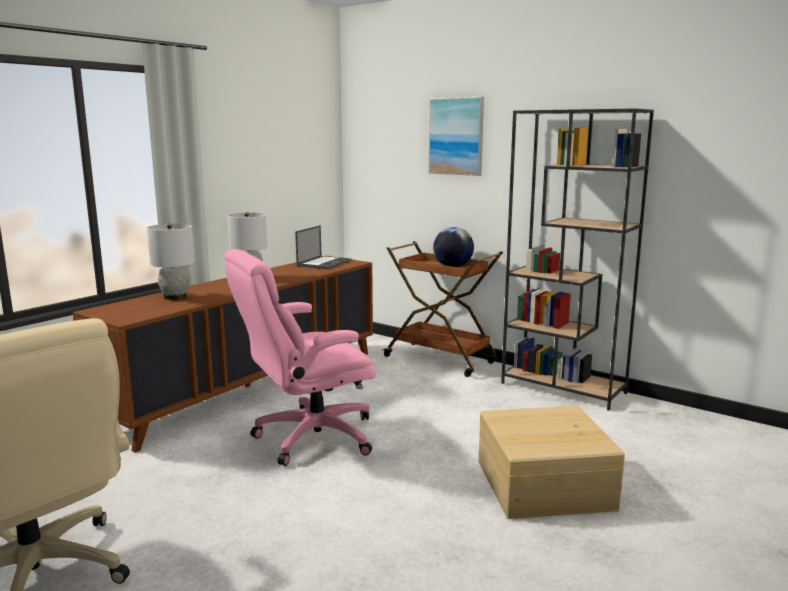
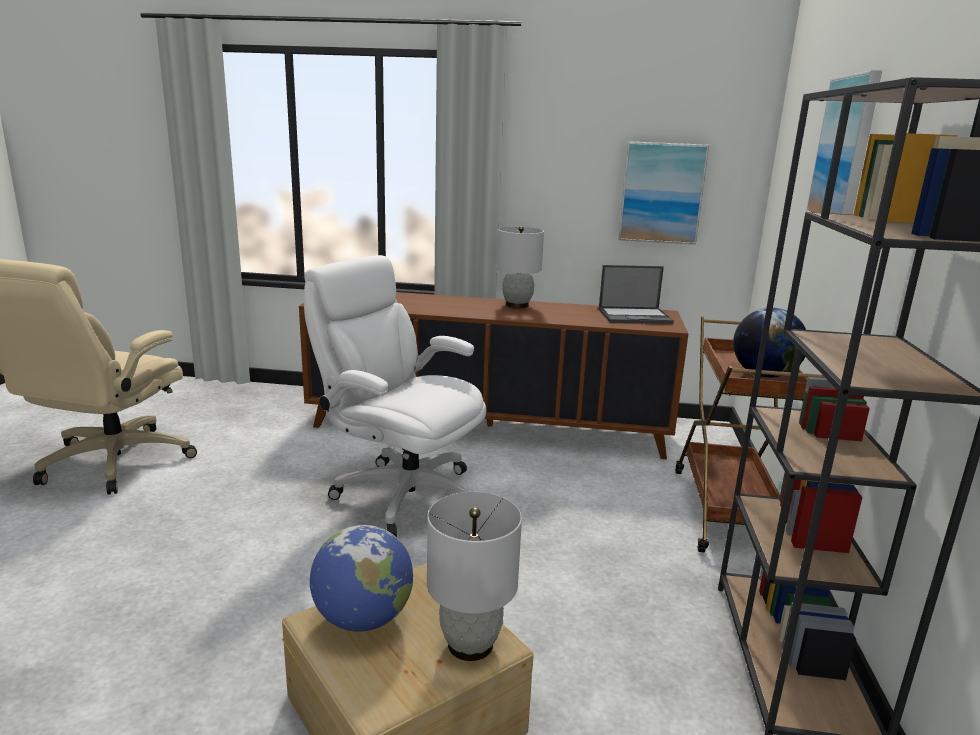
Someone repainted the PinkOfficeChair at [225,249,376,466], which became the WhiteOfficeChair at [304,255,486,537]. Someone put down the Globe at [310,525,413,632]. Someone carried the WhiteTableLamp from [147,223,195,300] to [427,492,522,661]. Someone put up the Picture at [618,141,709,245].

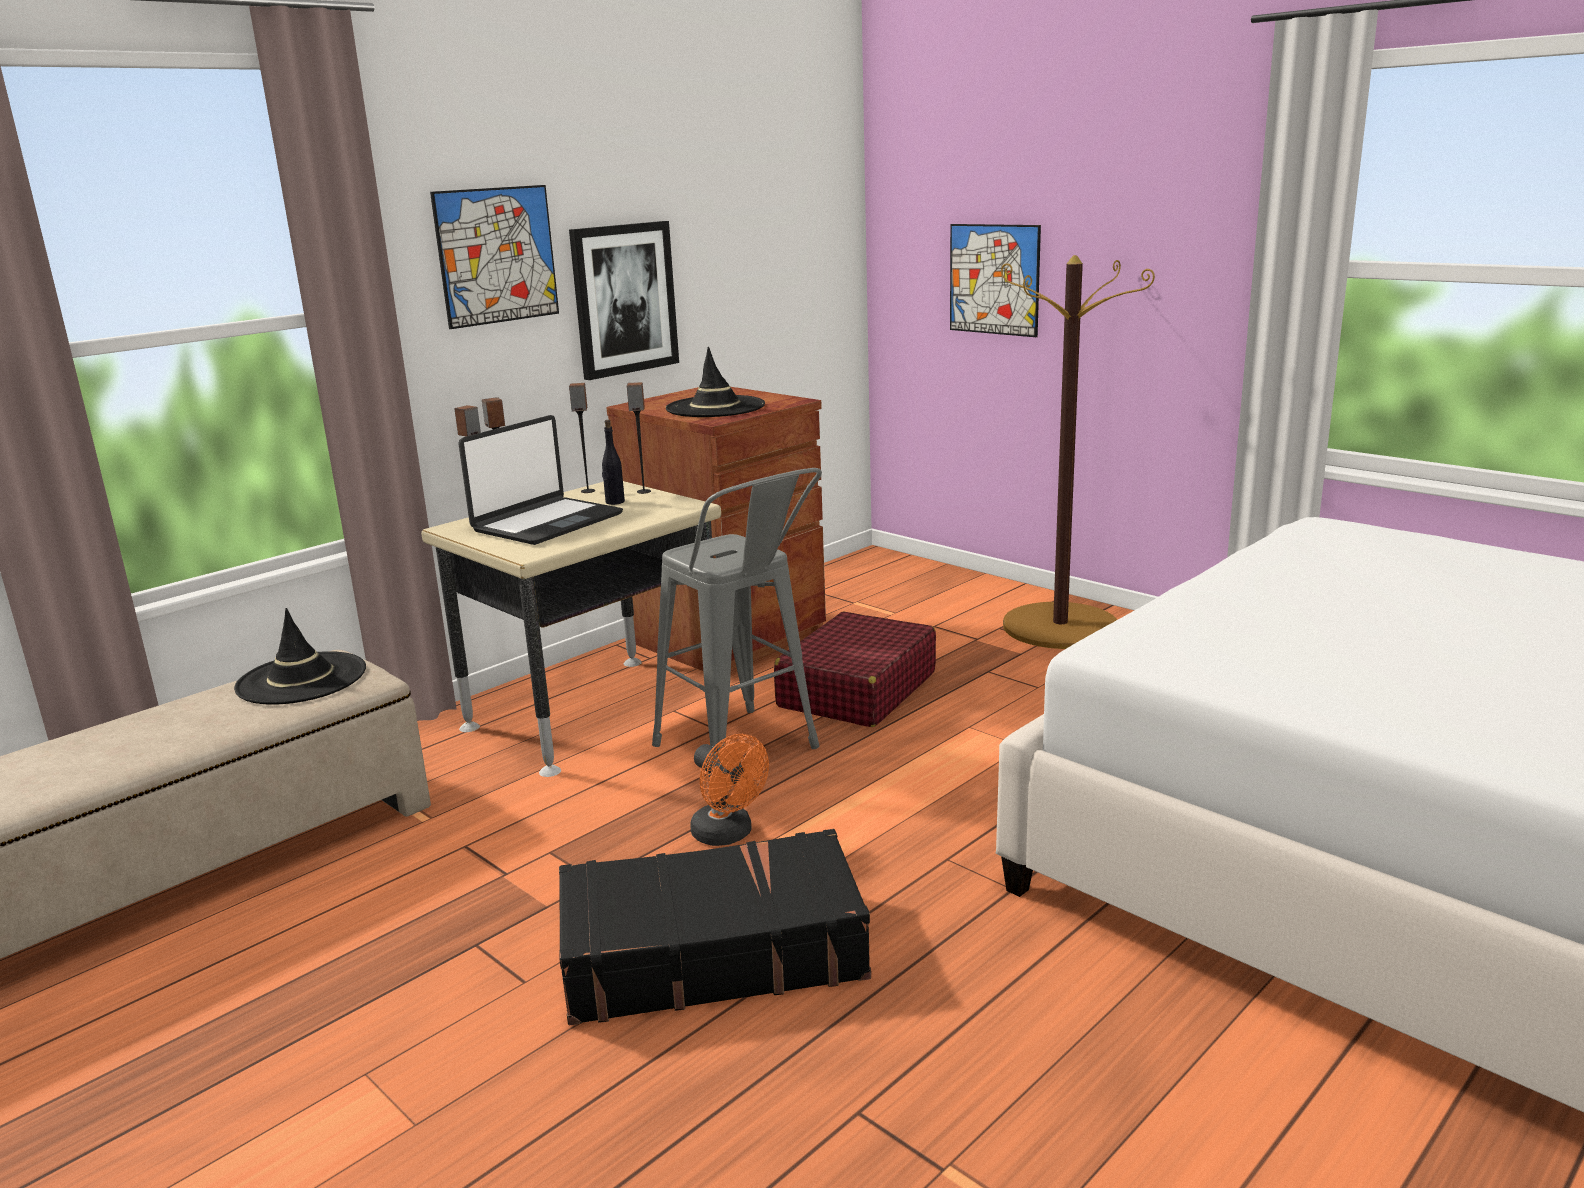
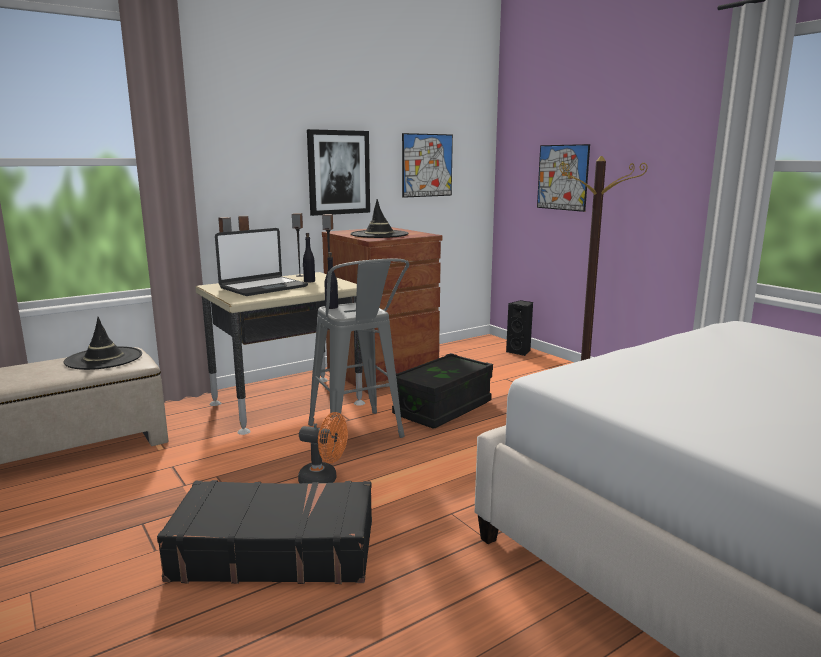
Someone rotated the OrangeFan at [690,734,769,846] by 45 degrees counterclockwise. Someone put down the BlackBottle at [324,252,338,309]. Someone swapped the RedSuitcase at [774,612,936,727] for the BlackStorageBox at [392,353,493,428]. Someone carried the Picture from [430,185,559,329] to [402,133,453,198]. Someone put down the BlackSpeaker at [506,300,533,356].

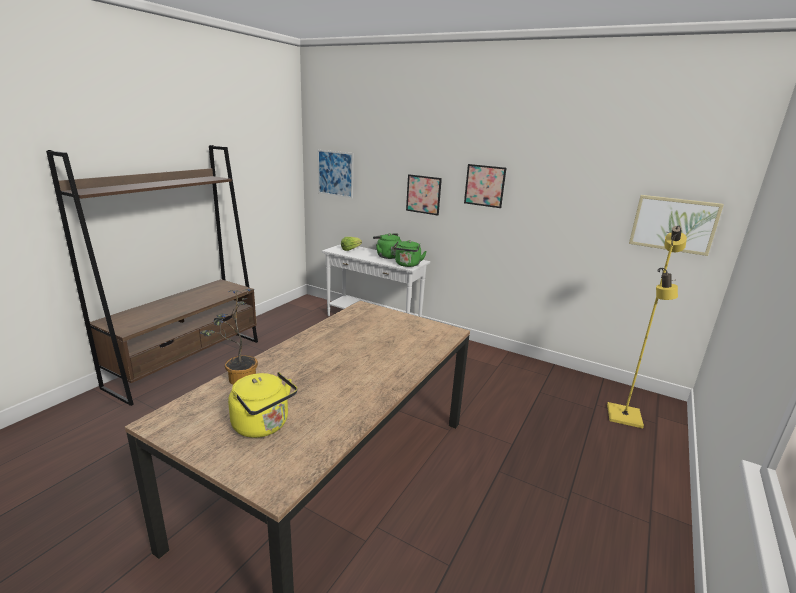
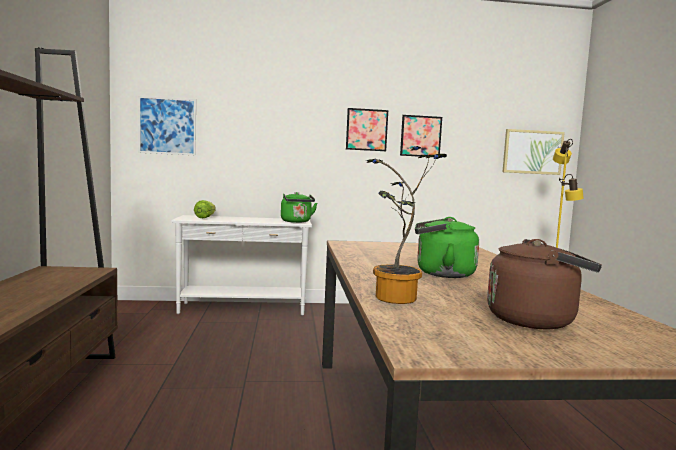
Someone carried the Picture from [406,174,442,215] to [400,115,442,157]. Someone carried the GreenKettle from [373,233,402,259] to [415,217,479,278]. Someone repainted the YellowKettle at [228,372,297,438], which became the BrownKettle at [487,239,602,329].

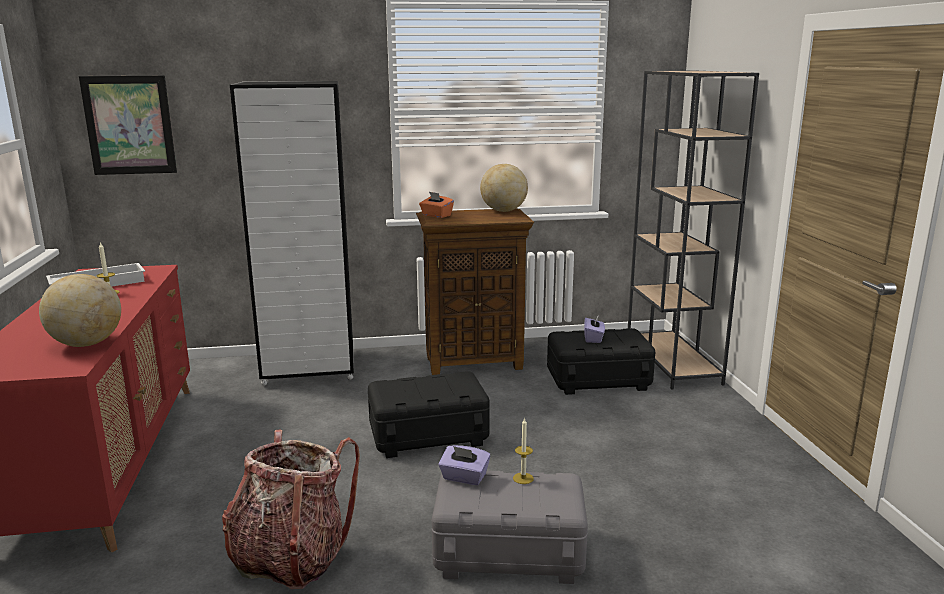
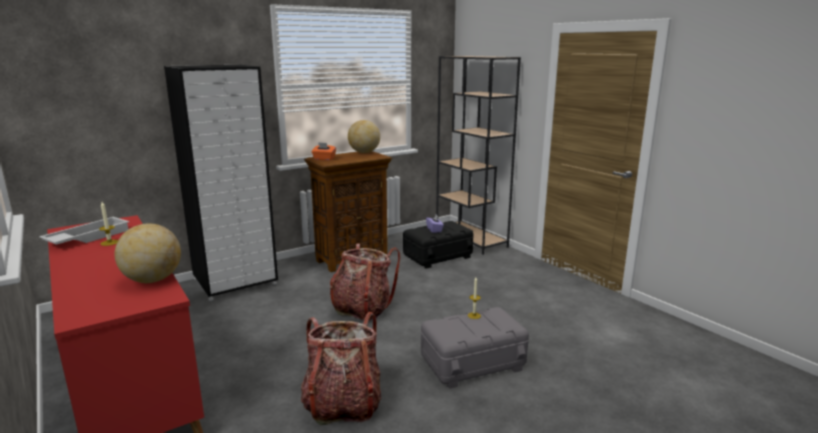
Someone swapped the BlackStorageBox at [368,371,490,458] for the Backpack at [330,243,400,321]. Someone took away the Picture at [79,75,177,175]. Someone took away the PurpleTissueBox at [438,445,491,485].

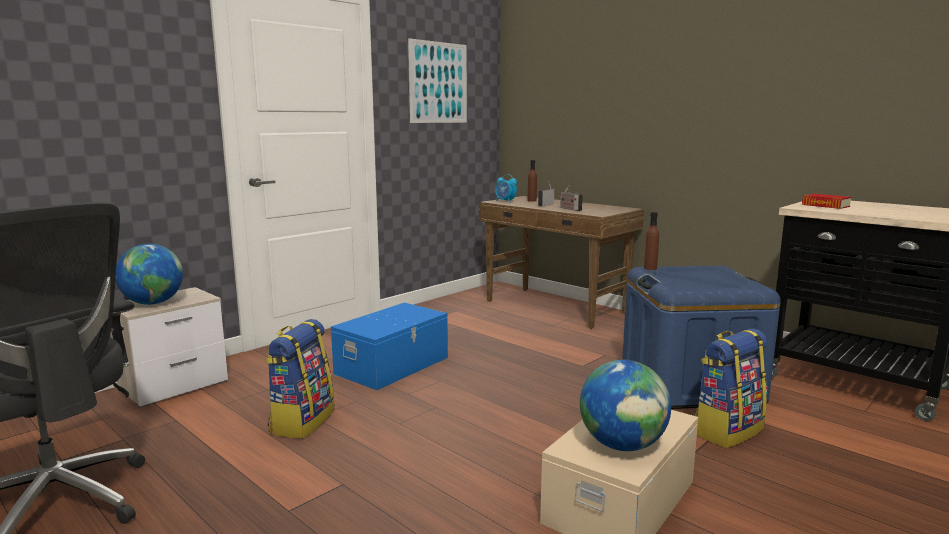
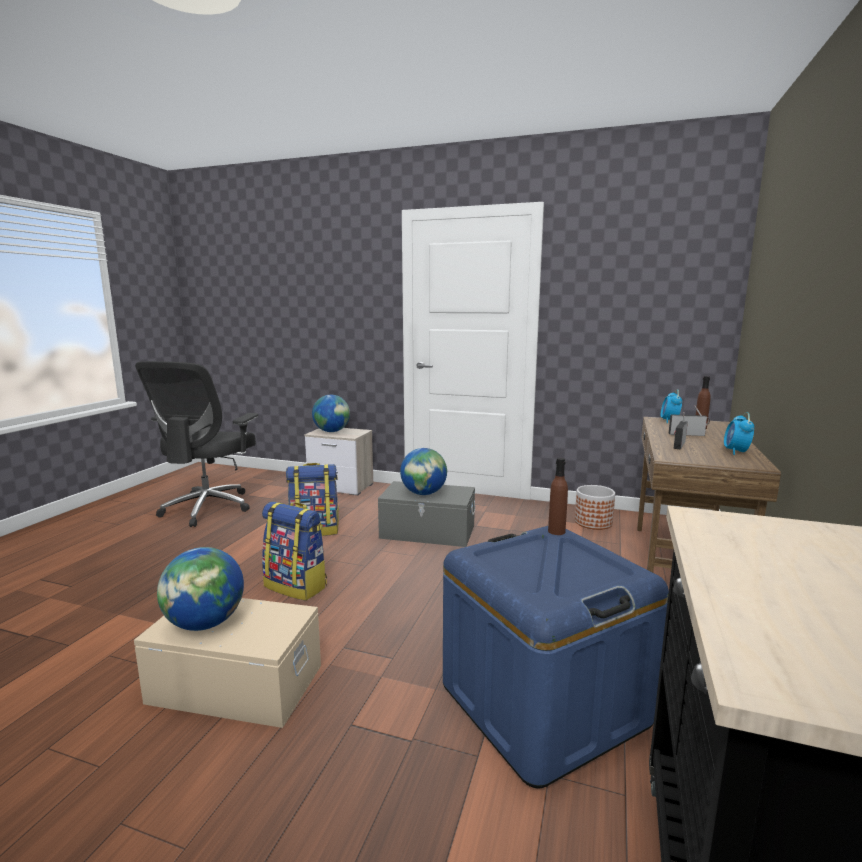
Someone carried the Backpack from [695,329,767,448] to [262,502,327,601]. Someone repainted the BlueStorageBox at [331,303,448,390], which became the GreyStorageBox at [378,481,475,547]. Someone put down the Globe at [400,448,447,495]. Someone put down the Planter at [575,485,615,530]. Someone put down the AlarmClock at [724,412,754,455]. Someone took away the Picture at [408,38,467,123]. Someone took away the Book at [802,194,851,209].

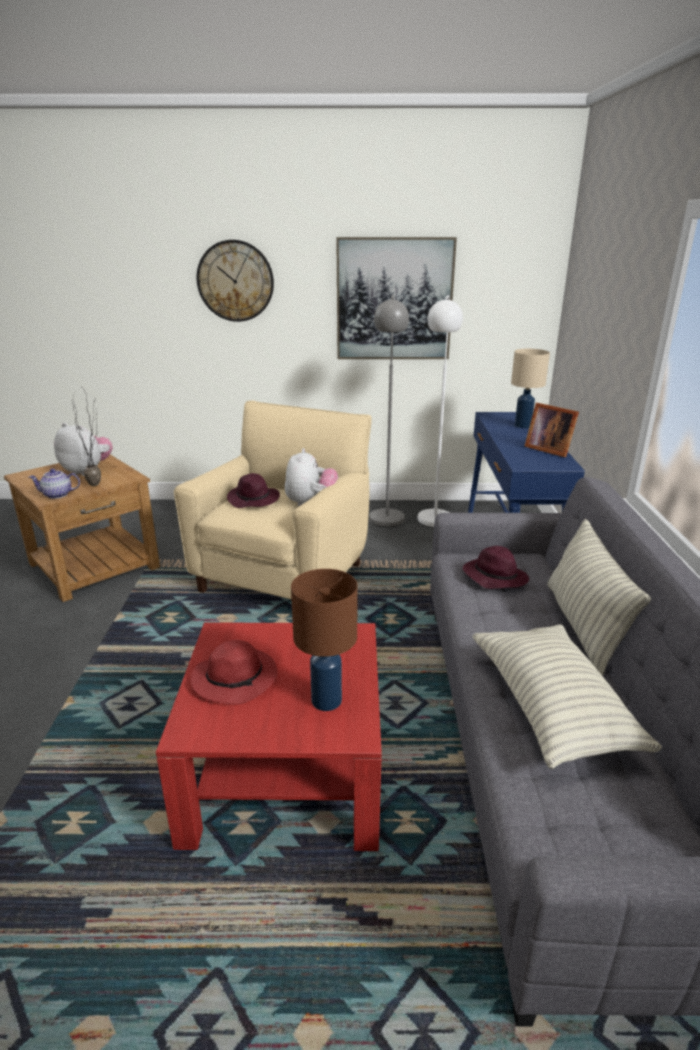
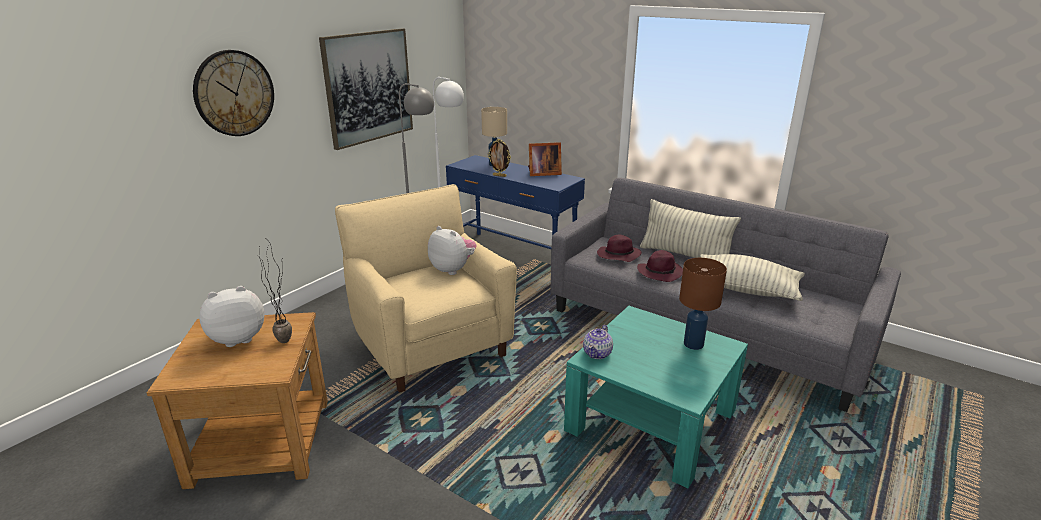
Someone put down the PictureFrame at [488,139,511,177]. Someone repainted the RedCoffeeTable at [156,622,382,851], which became the TurquoiseCoffeeTable at [564,306,748,488]. Someone carried the Teapot from [29,469,80,499] to [583,325,613,359]. Someone carried the PurpleHat from [227,473,280,508] to [637,250,683,282]. Someone took away the RedHat at [191,640,278,704].

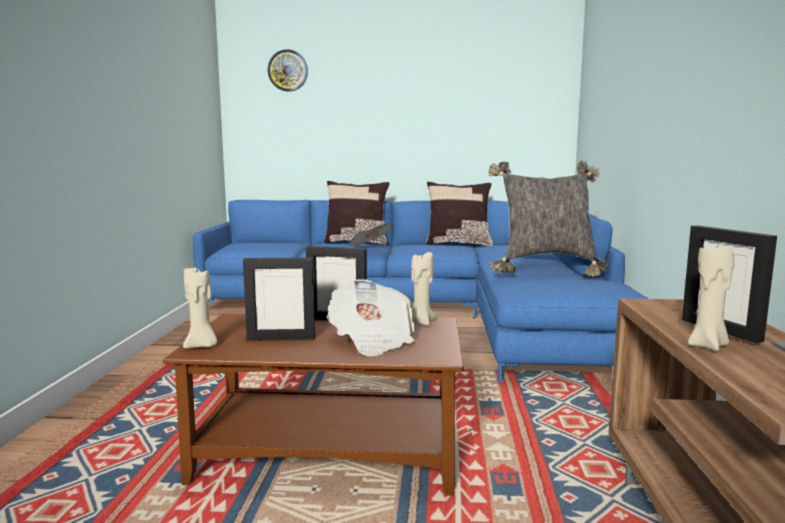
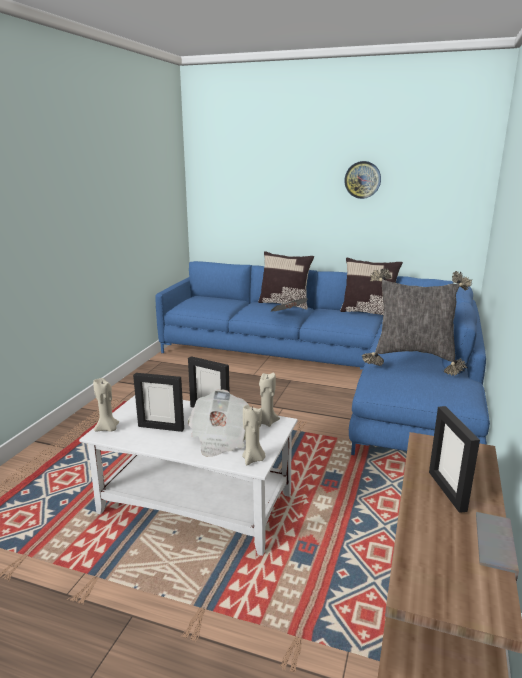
Someone repainted the BrownCoffeeTable at [163,313,464,496], which became the WhiteCoffeeTable at [79,395,298,556]. Someone carried the BeigeCandle from [688,243,734,351] to [242,405,266,465]. Someone carried the WallClock from [268,49,308,92] to [344,161,381,199].

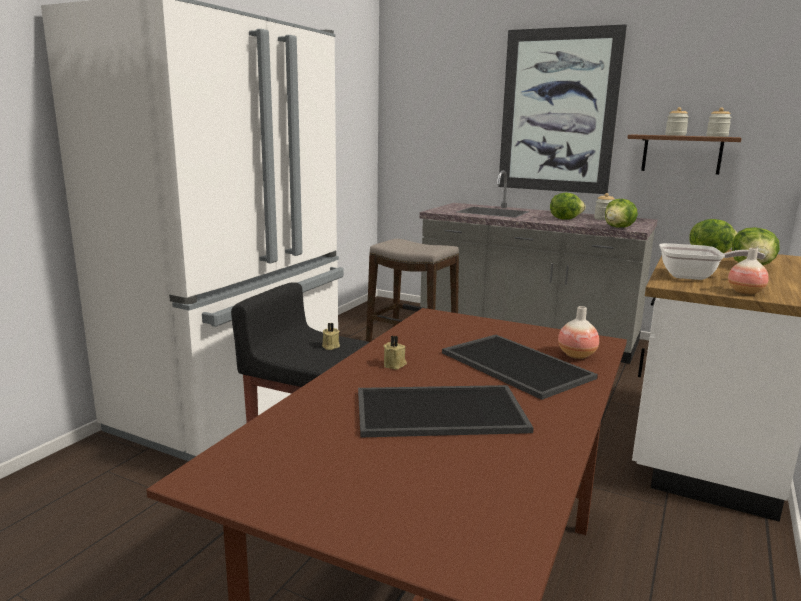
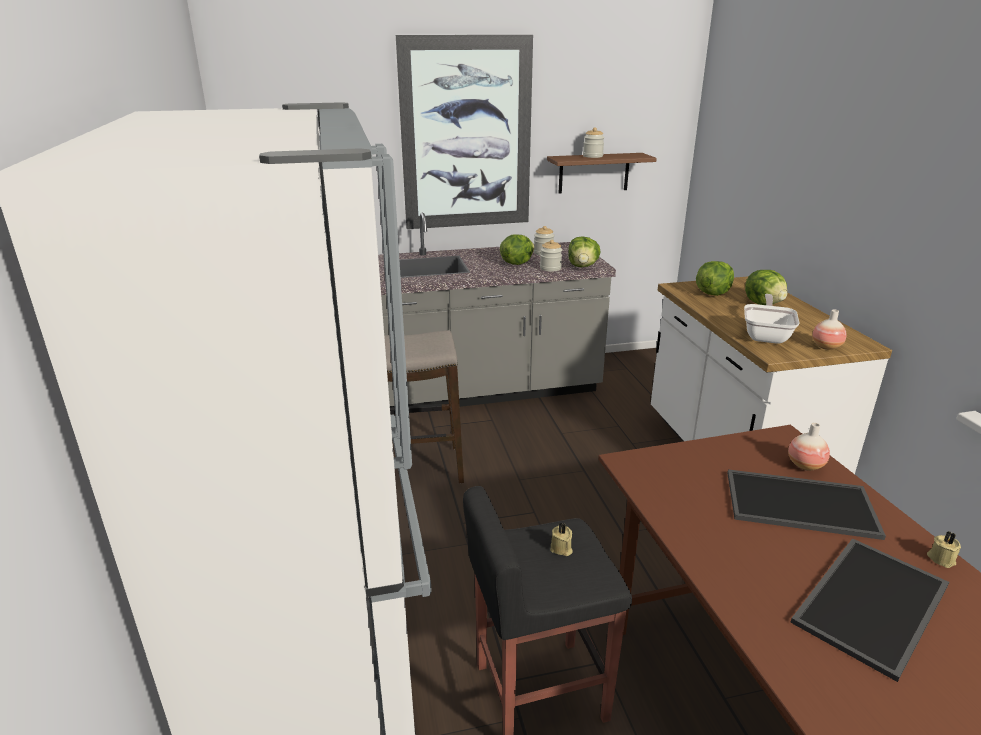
Someone carried the Jar from [706,108,732,137] to [540,240,562,272]. Someone rotated the FryingPan at [659,243,765,280] by 45 degrees counterclockwise. Someone carried the BeigeCandle from [384,336,407,369] to [927,531,961,568].

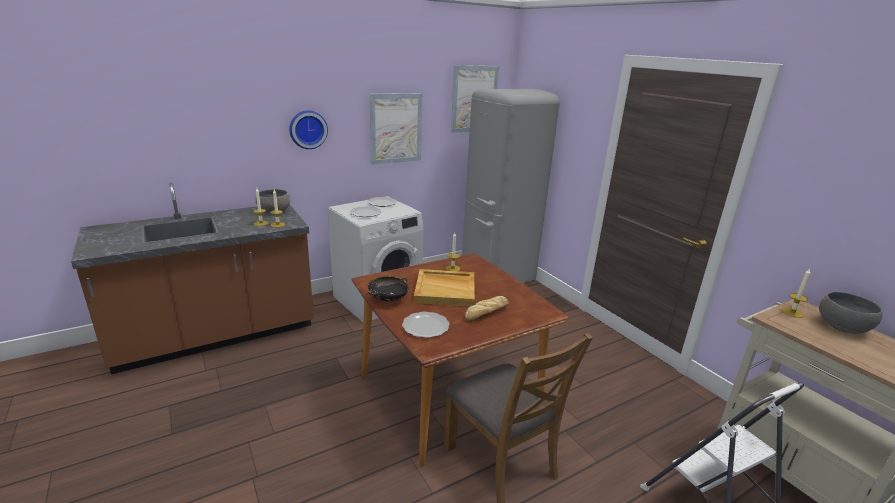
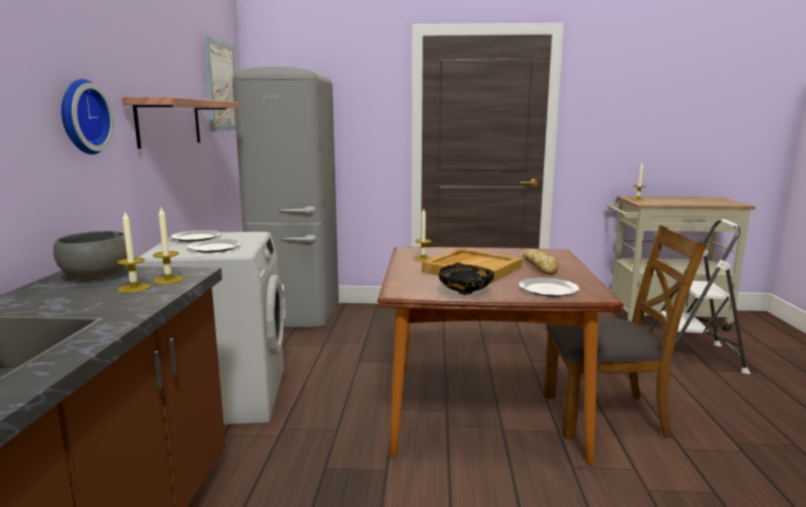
Someone swapped the Picture at [369,93,422,165] for the Shelf at [122,97,239,149]. Someone took away the GreyBowl at [819,292,883,334].

